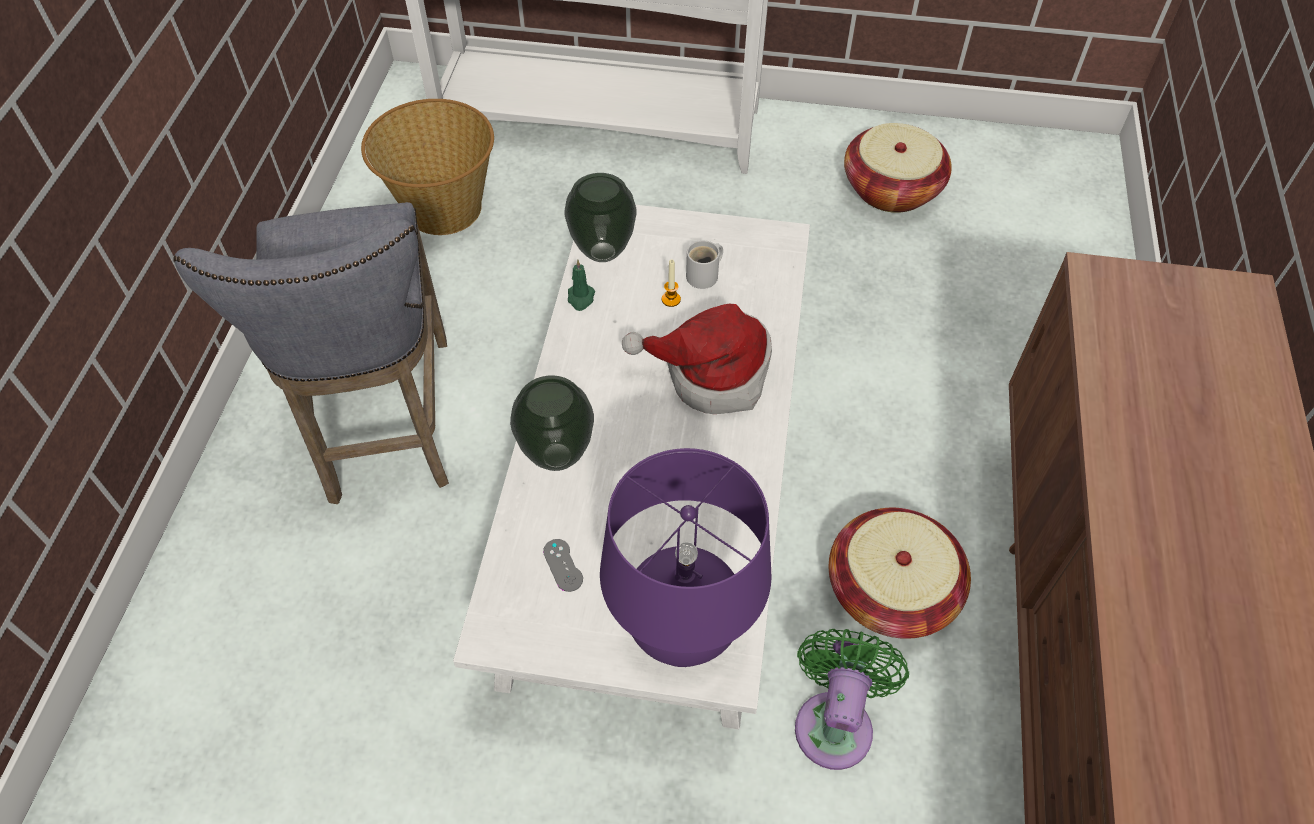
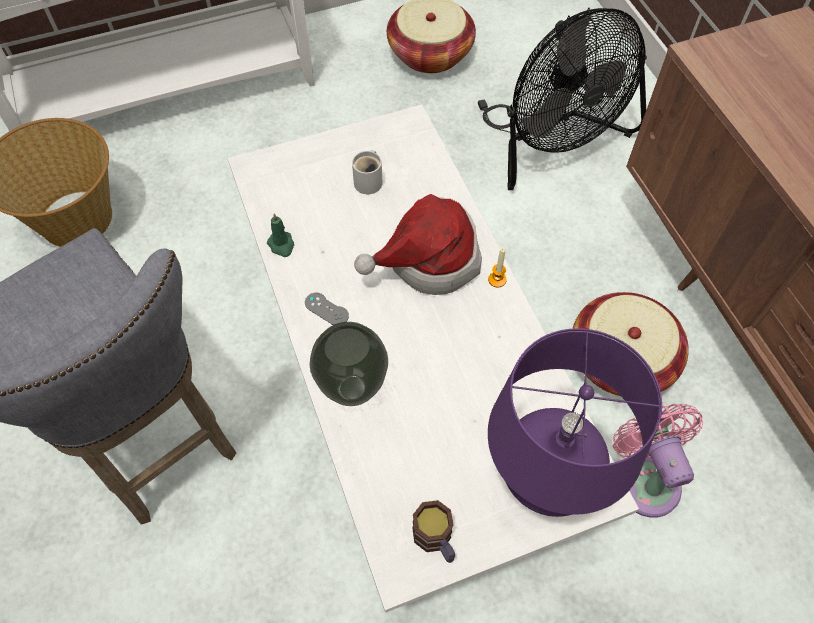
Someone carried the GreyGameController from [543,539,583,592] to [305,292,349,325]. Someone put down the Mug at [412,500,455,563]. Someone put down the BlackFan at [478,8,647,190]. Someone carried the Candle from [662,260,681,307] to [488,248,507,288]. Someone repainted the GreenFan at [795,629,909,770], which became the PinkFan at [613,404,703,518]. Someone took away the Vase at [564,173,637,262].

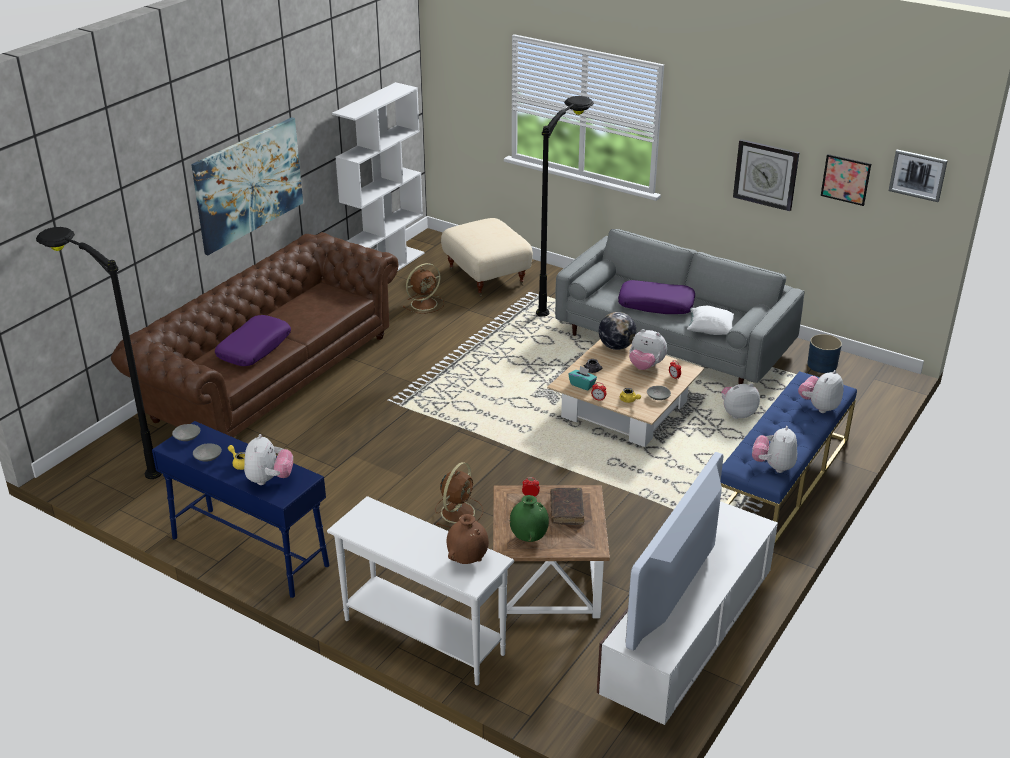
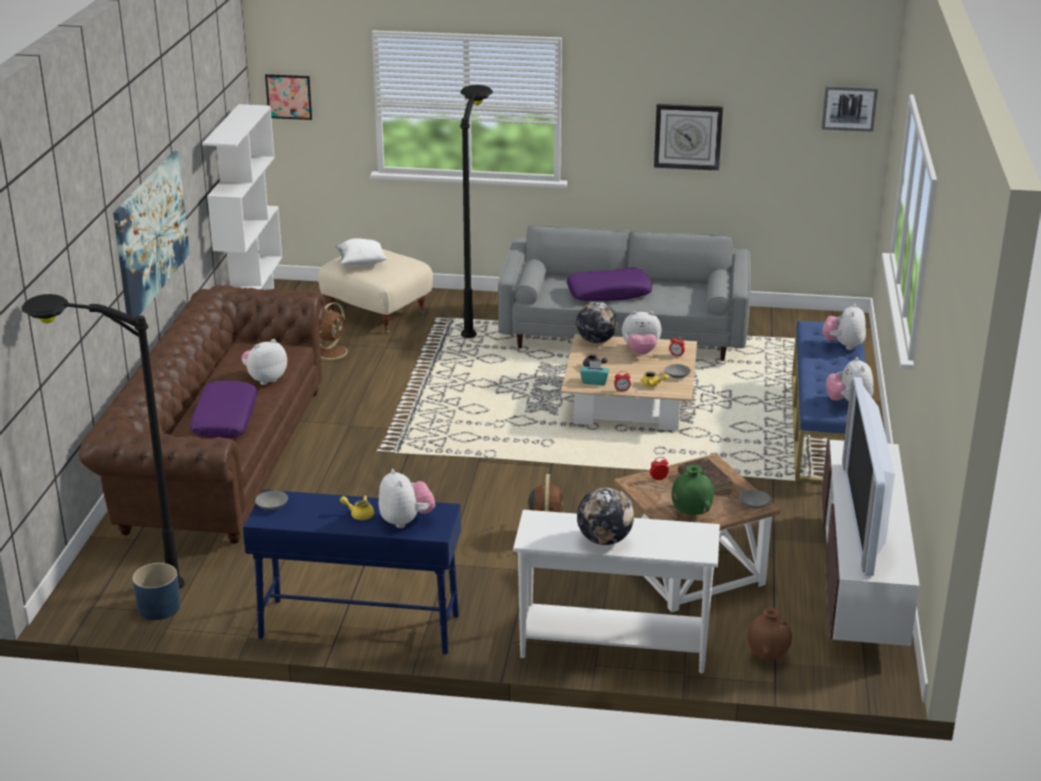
Someone carried the BluePlanter from [807,334,842,373] to [132,563,180,620]. Someone carried the PlushToy from [721,384,760,419] to [241,339,287,385]. Someone carried the Picture from [821,154,871,206] to [265,74,312,120]. Someone carried the WhitePillow from [687,306,734,335] to [336,238,387,266]. Someone put down the Globe at [577,488,634,545]. Someone carried the GreyBowl from [193,444,222,462] to [739,490,771,508]. Someone carried the BrownVase from [447,514,489,564] to [748,607,792,660].

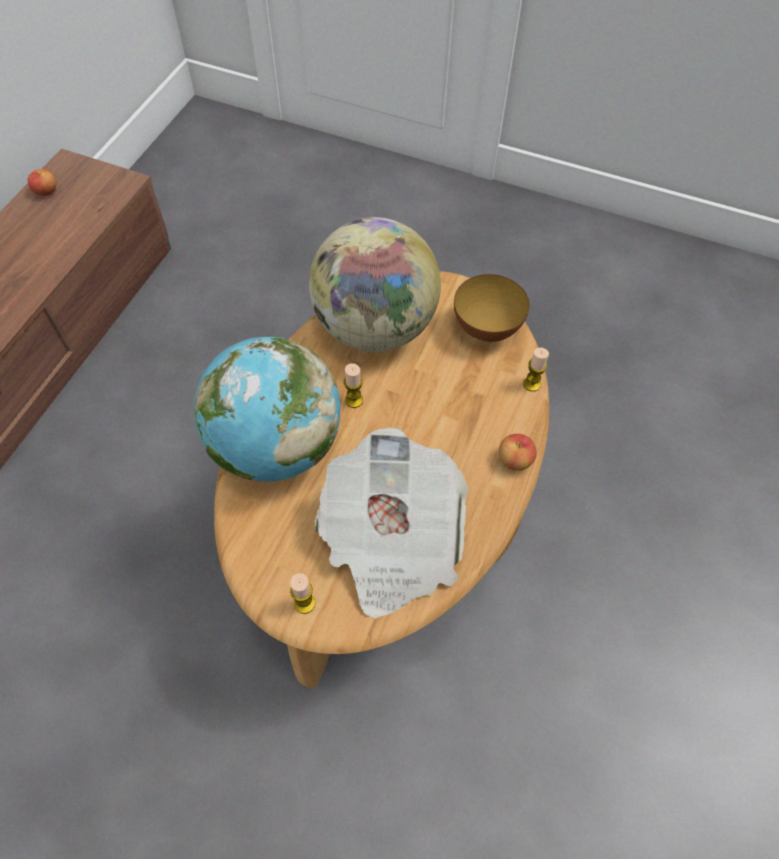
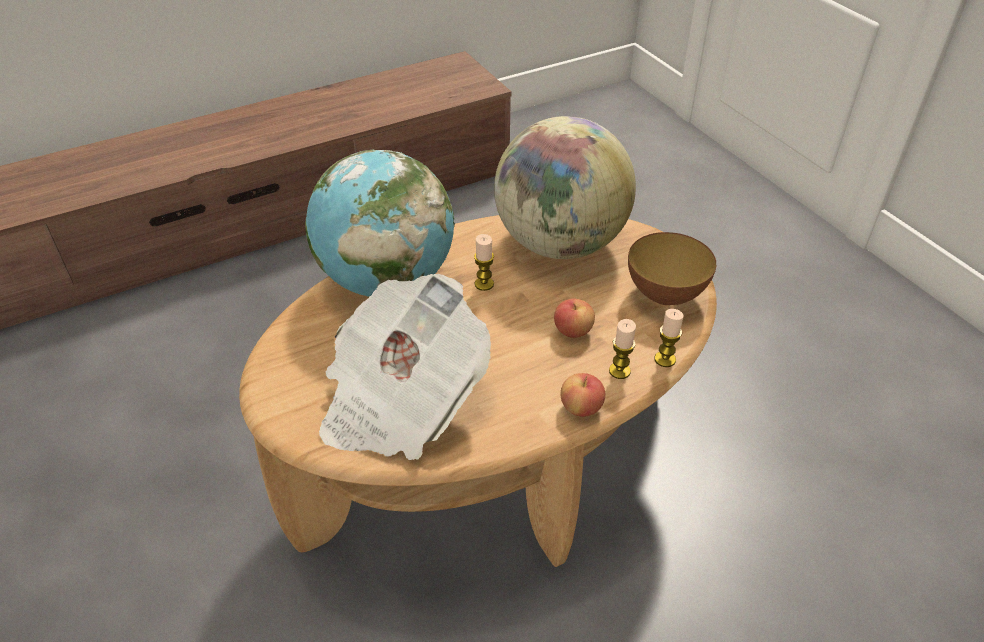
Someone carried the Apple from [27,169,56,196] to [554,299,595,338]. Someone carried the Candle from [290,573,315,614] to [609,319,636,379].

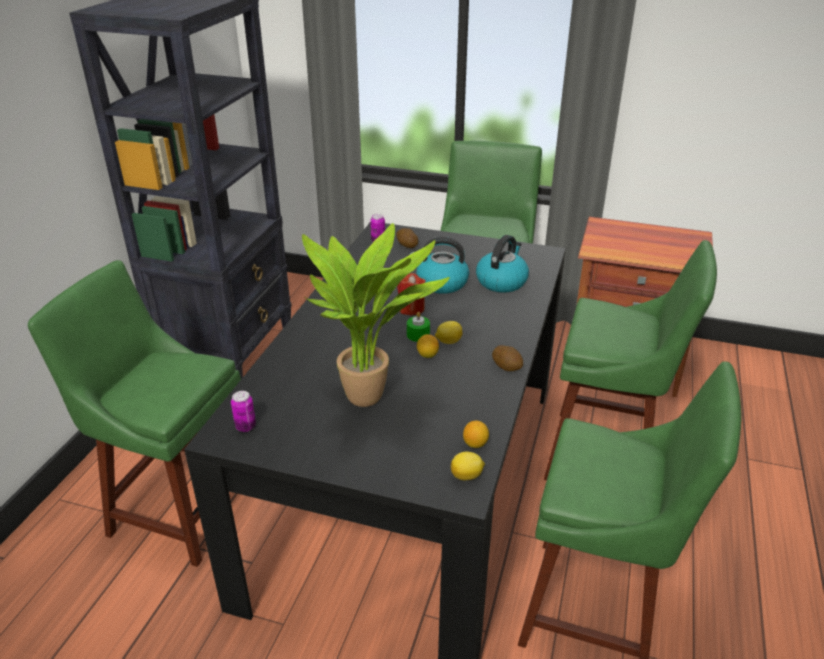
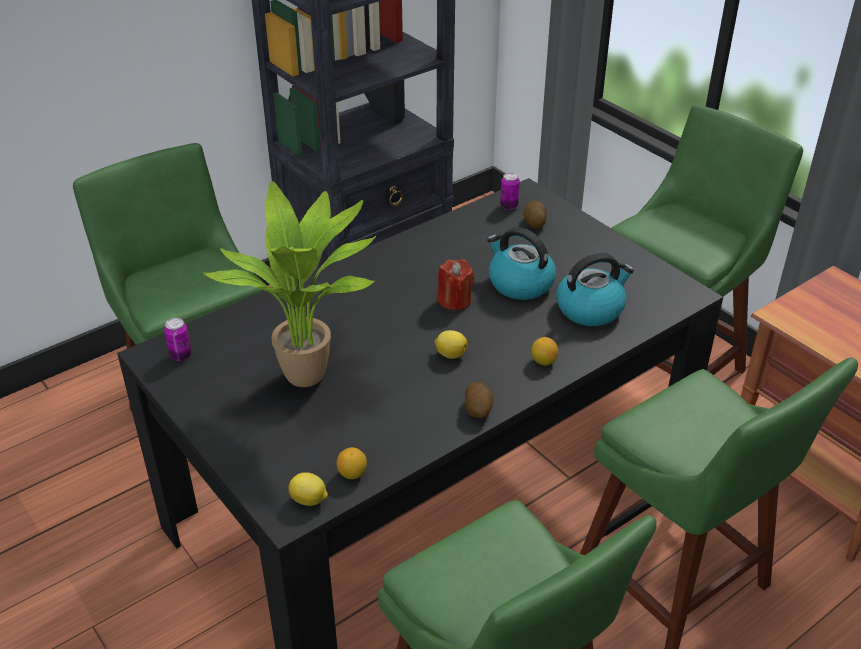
Someone carried the Lemon from [417,334,439,358] to [532,337,558,366]. Someone took away the GreenCandle at [407,312,430,342].

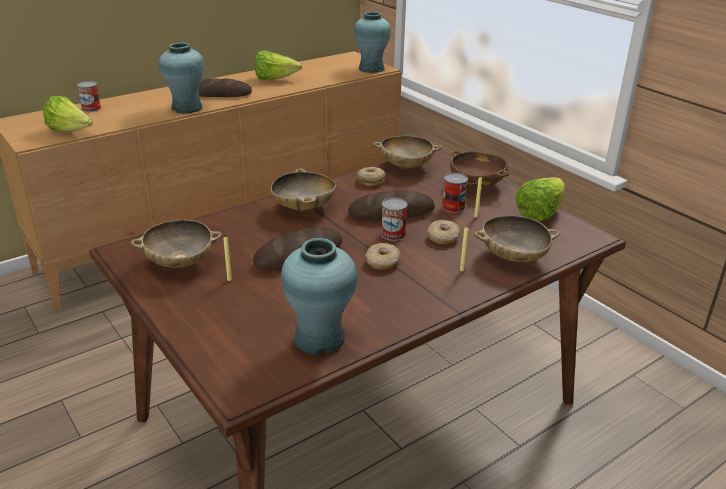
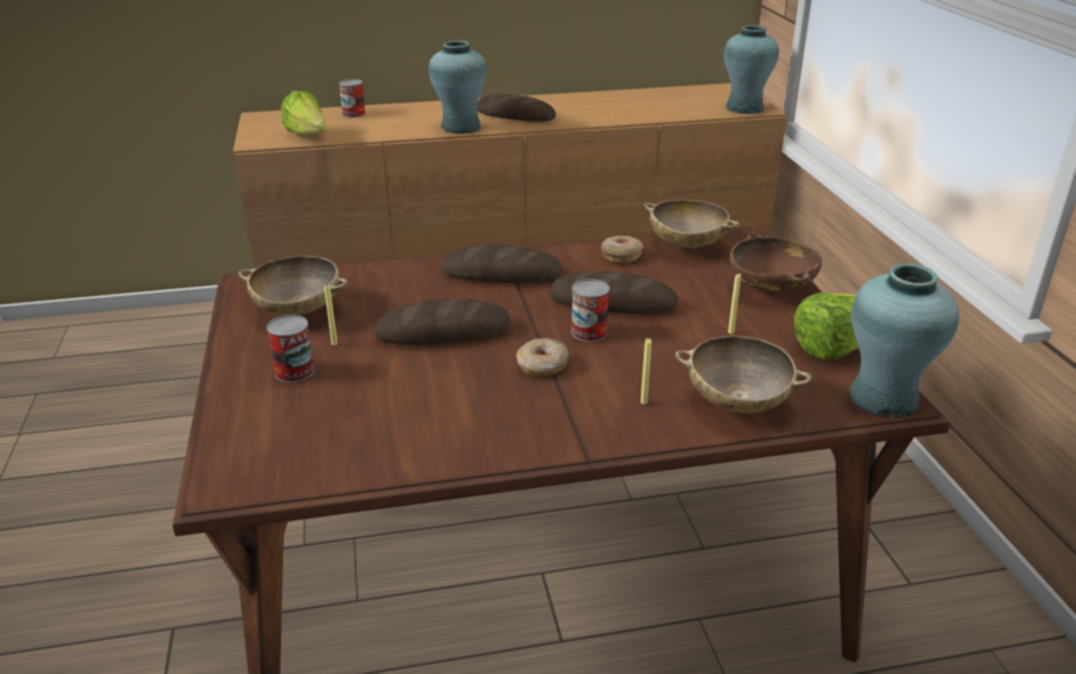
Someone carried the Can from [442,173,468,213] to [267,315,315,382]. Someone swapped the BeigeBowl at [270,168,336,211] for the Bread at [442,244,563,284]. Someone carried the TurquoiseVase from [281,238,358,355] to [849,263,959,418]. Someone took away the Lettuce at [255,50,302,80]. Someone took away the Donut at [428,220,460,244].

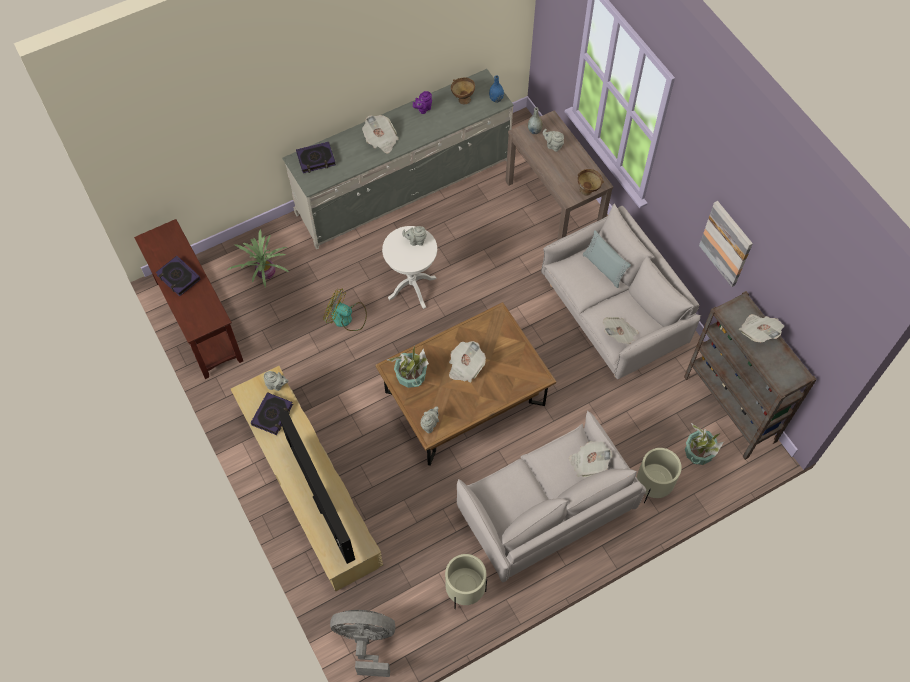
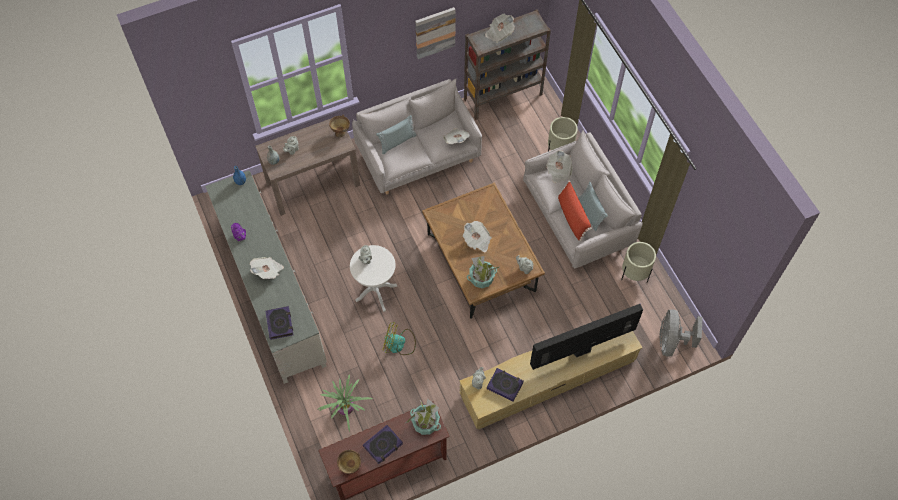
Someone carried the BrownBowl from [451,78,475,105] to [337,450,361,474]. Someone rotated the Fan at [323,288,367,331] by 75 degrees clockwise. Someone carried the PottedPlant from [685,423,724,465] to [406,398,442,435]. Someone put down the RedPillow at [558,181,592,241]. Someone put down the BluePillow at [578,182,608,231].

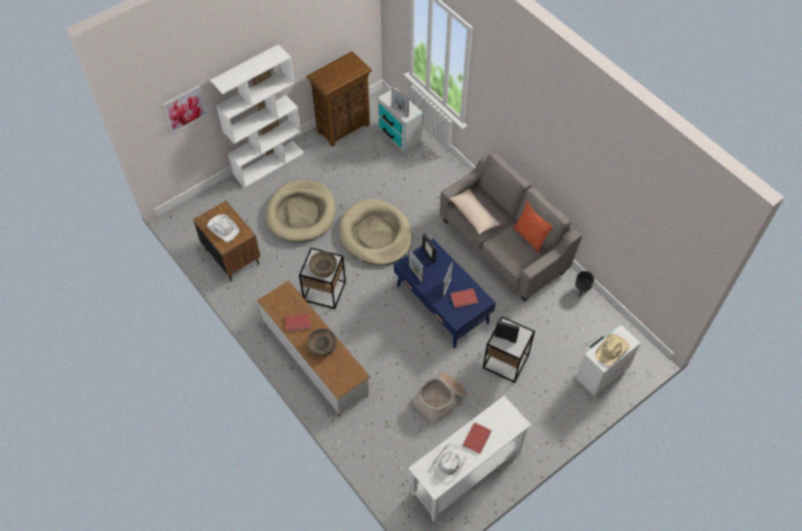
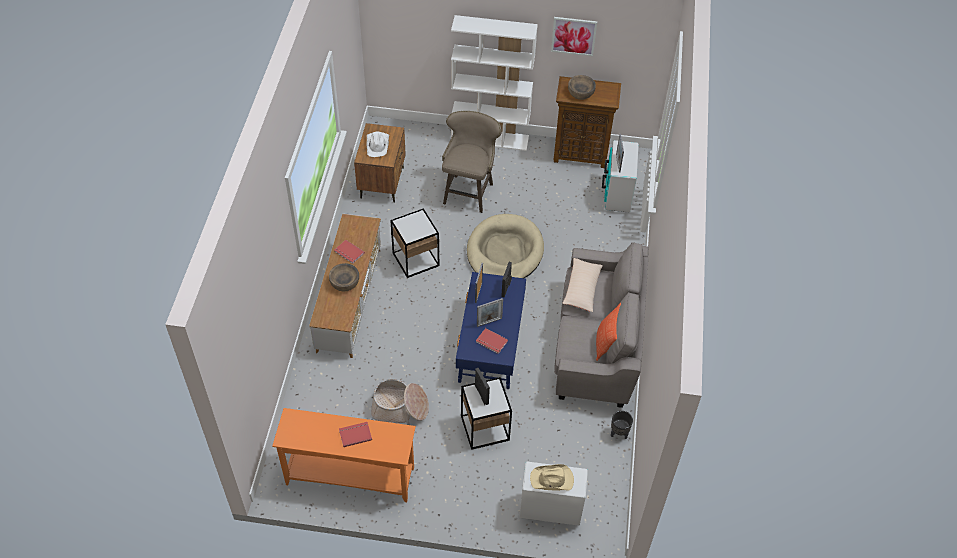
Someone repainted the WhiteConsoleTable at [408,396,531,522], which became the OrangeConsoleTable at [272,408,416,502]. Someone swapped the BeigeDogBed at [266,180,336,242] for the BeigeStool at [442,111,502,213]. Someone carried the Picture from [162,85,207,134] to [551,17,597,56]. Someone carried the BrownBowl from [309,251,337,278] to [568,75,596,100]. Someone took away the WhiteHat at [431,443,467,483].

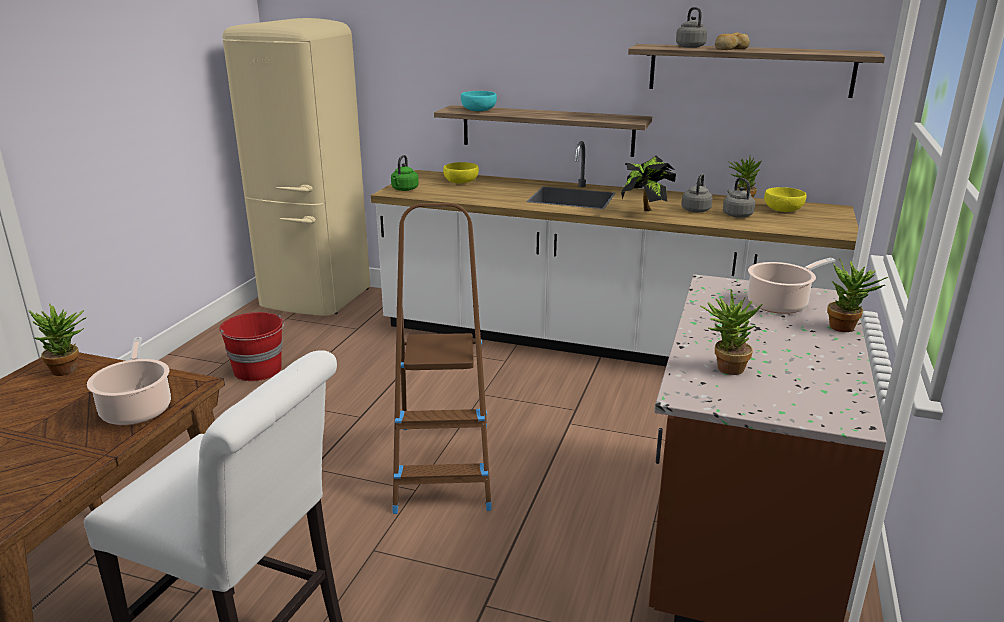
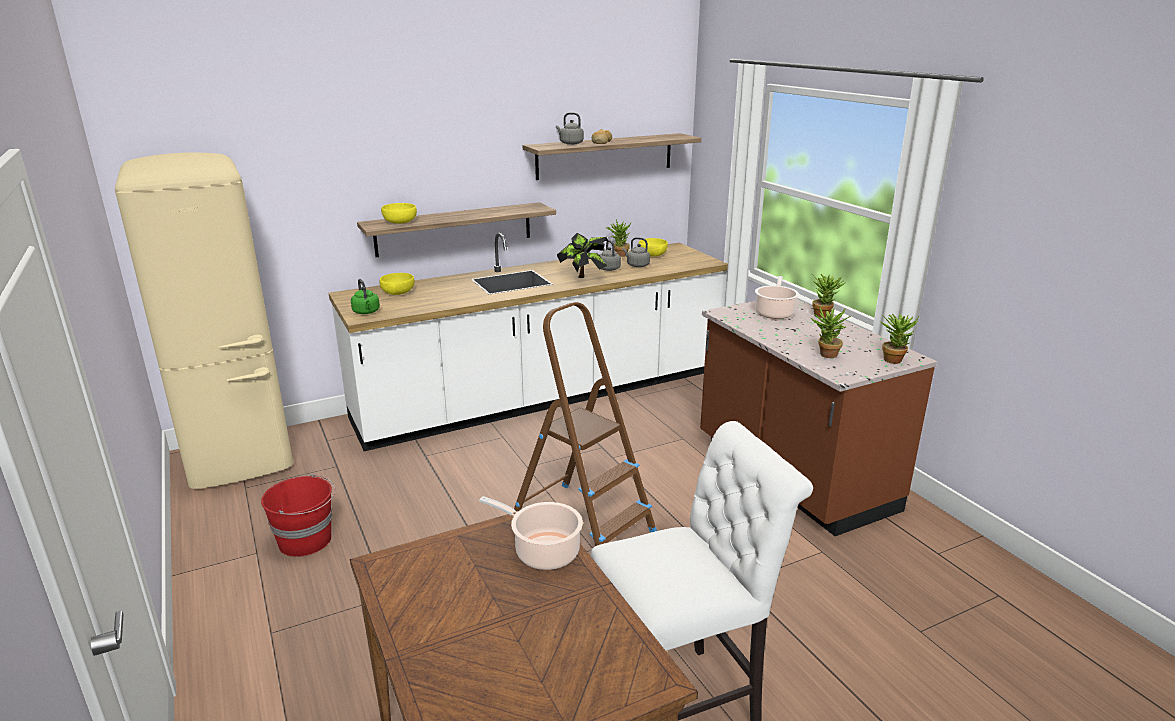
Someone repainted the TurquoiseBowl at [461,91,497,111], which became the YellowBowl at [381,203,417,224]. Someone carried the PottedPlant from [28,303,87,376] to [881,313,919,364].

